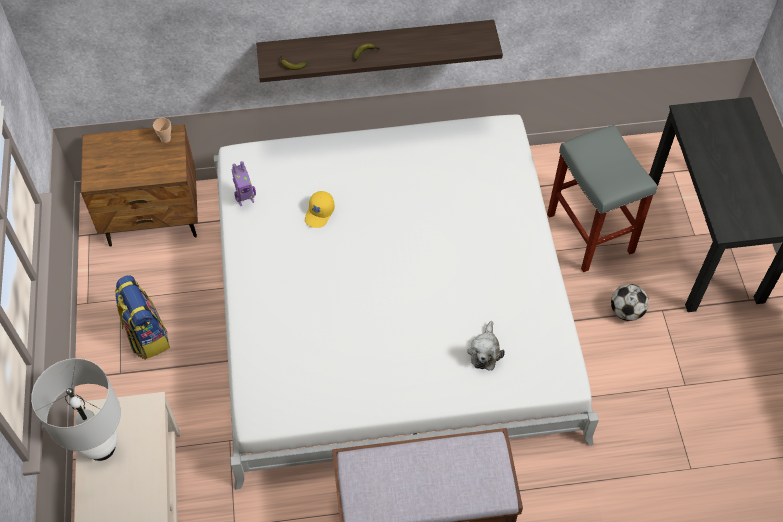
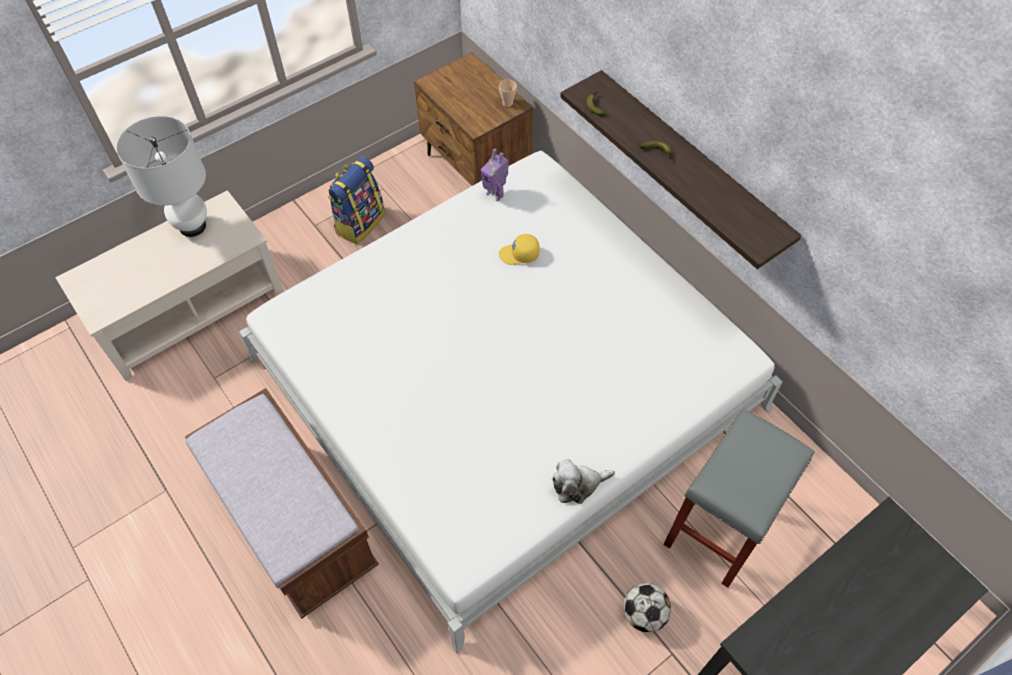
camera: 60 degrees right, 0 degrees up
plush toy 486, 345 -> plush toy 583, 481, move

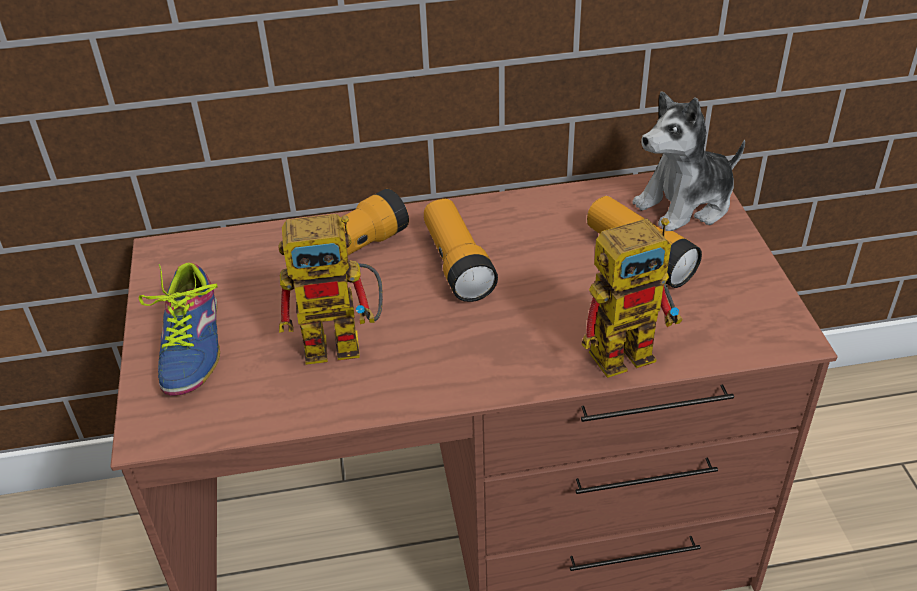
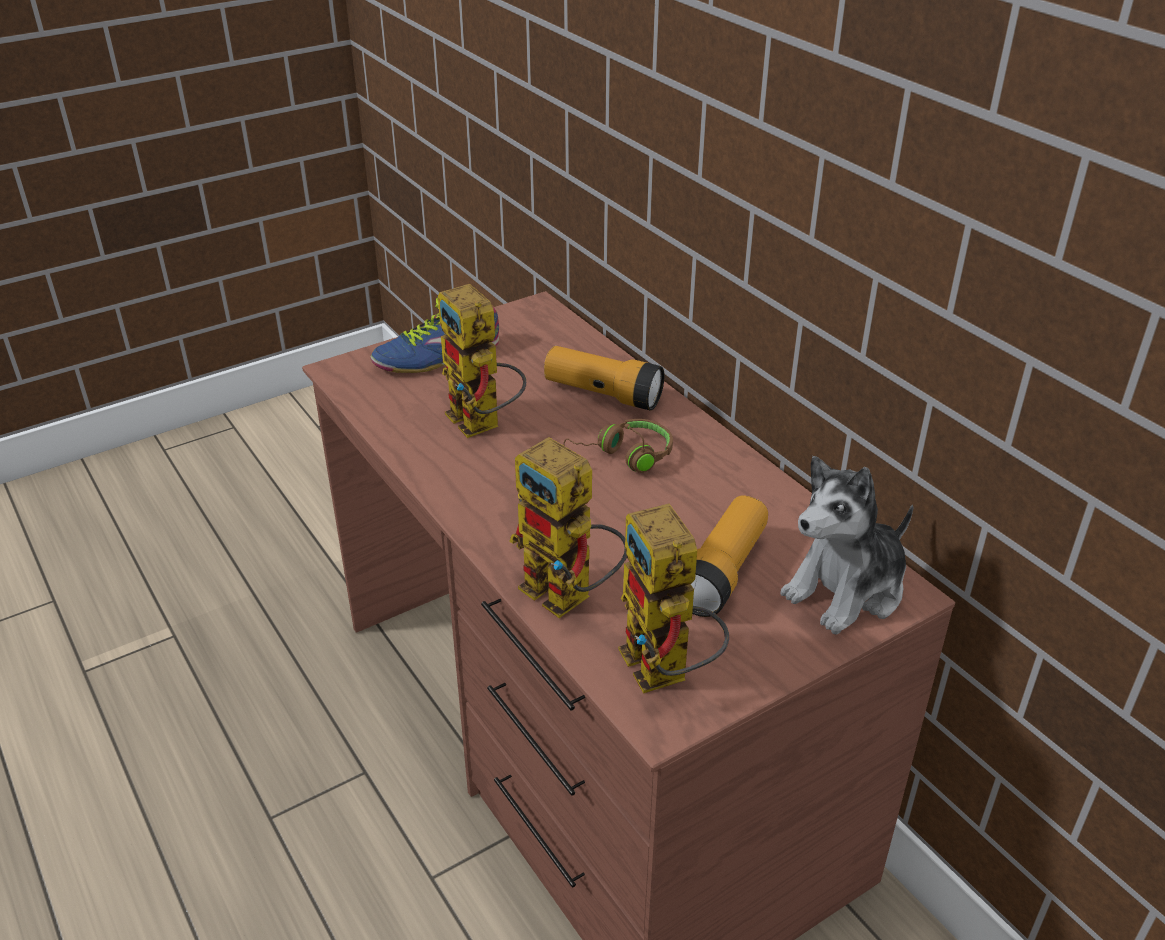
camera: 65 degrees right, 5 degrees down
plush toy 688, 161 -> plush toy 847, 545, 75 degrees counterclockwise
hand torch 461, 250 -> pair of headphones/brownish 618, 446
none -> robot figure 673, 599

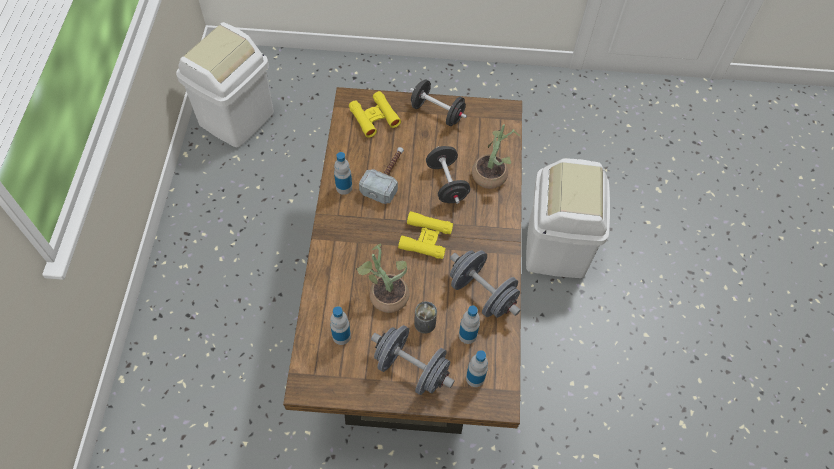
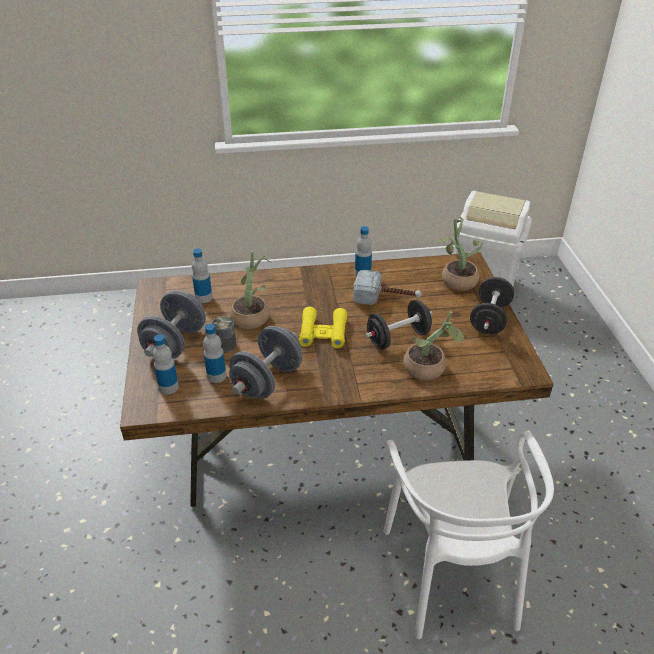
camera: 80 degrees right, 20 degrees down
pair of binoculars/yellow 375, 114 -> houseplant 459, 254
trash can/whitish 568, 218 -> upright chair/whitish 468, 535

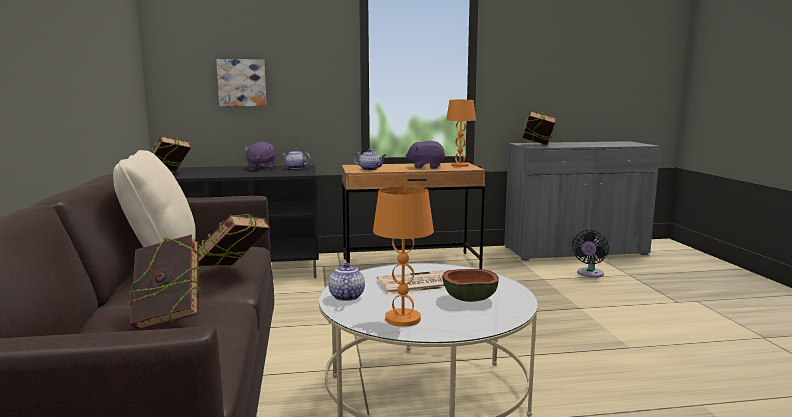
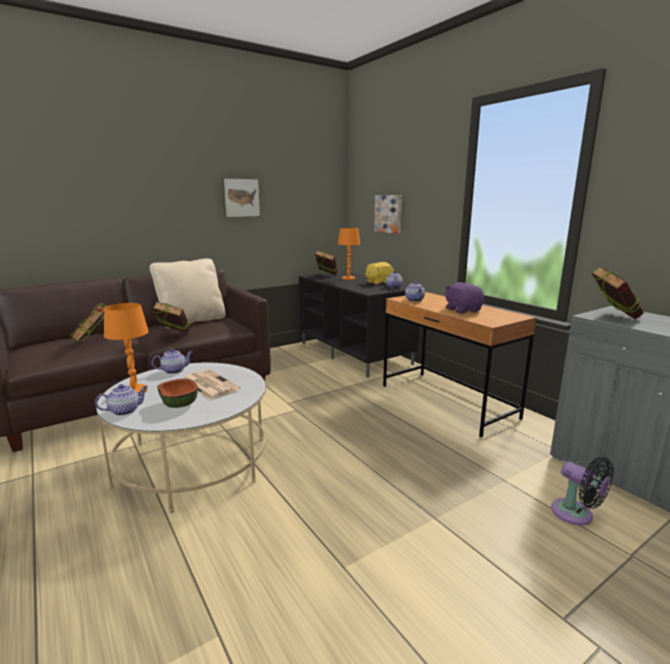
camera: 65 degrees right, 5 degrees up
table lamp/orangey 461, 133 -> table lamp/orangey 349, 254, move
plush toy/purple 260, 156 -> plush toy/yellow 379, 273
electric fan/blackish 590, 254 -> electric fan/blackish 582, 491, 135 degrees counterclockwise
none -> picture 241, 197
none -> teapot 121, 400

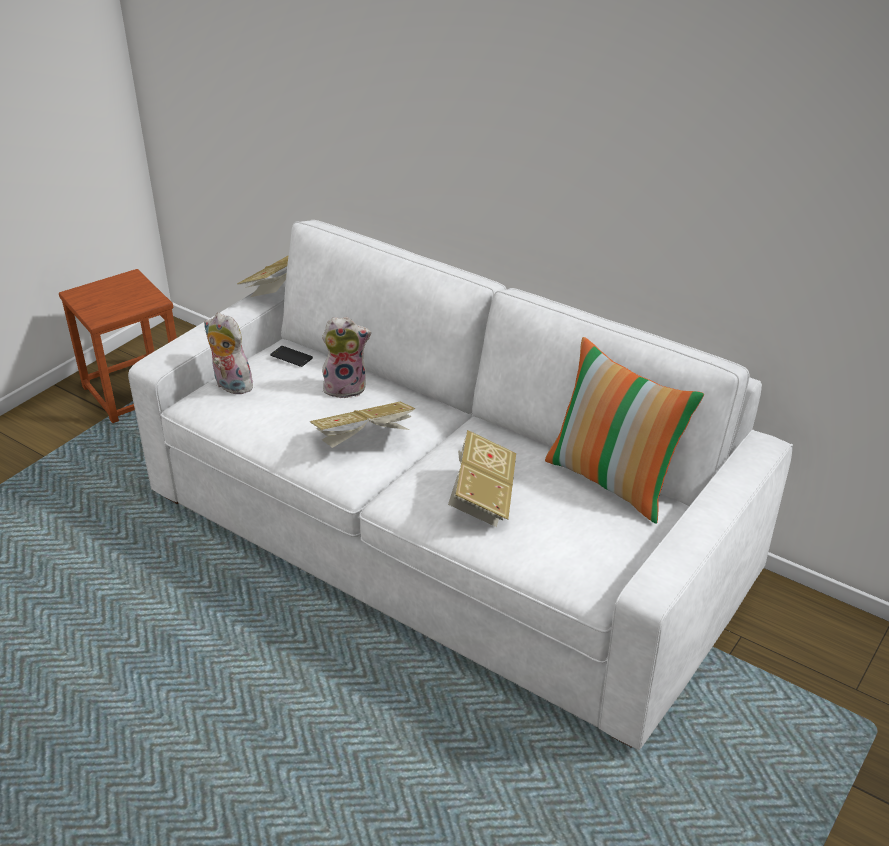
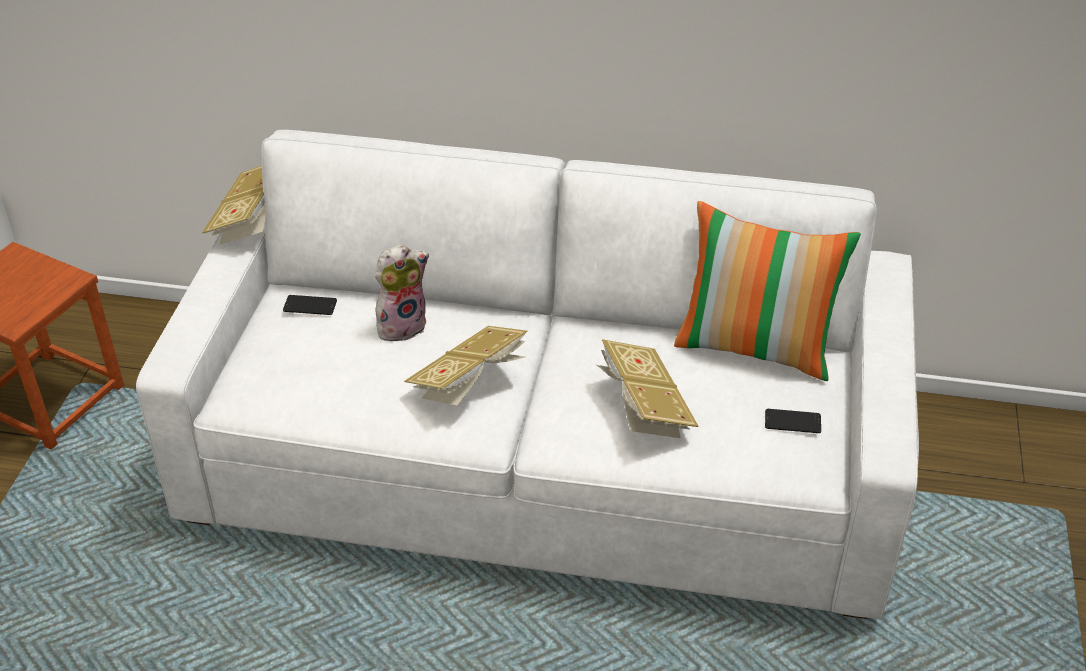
camera: 25 degrees left, 5 degrees up
plush toy 228, 353 -> none
none -> handset 793, 421

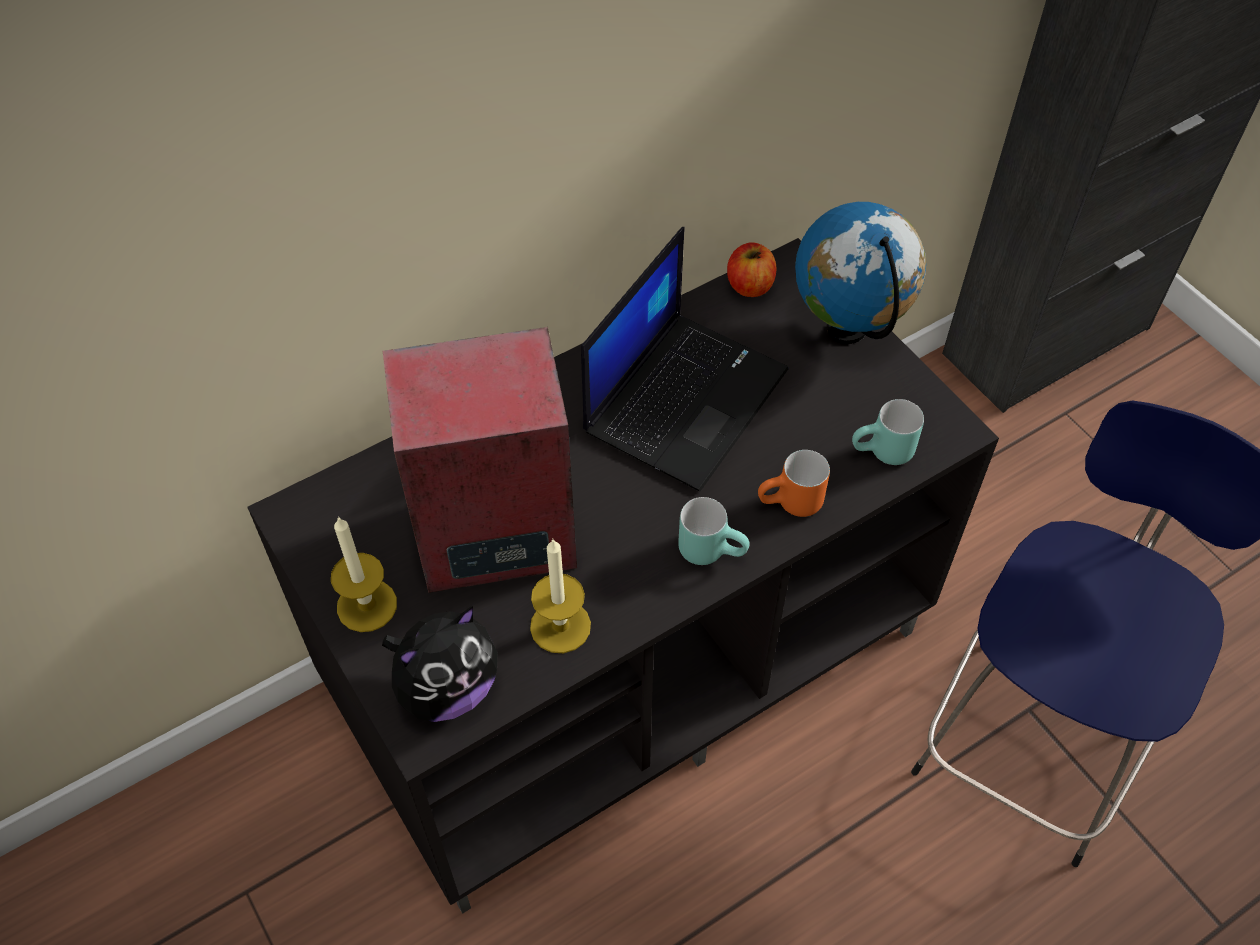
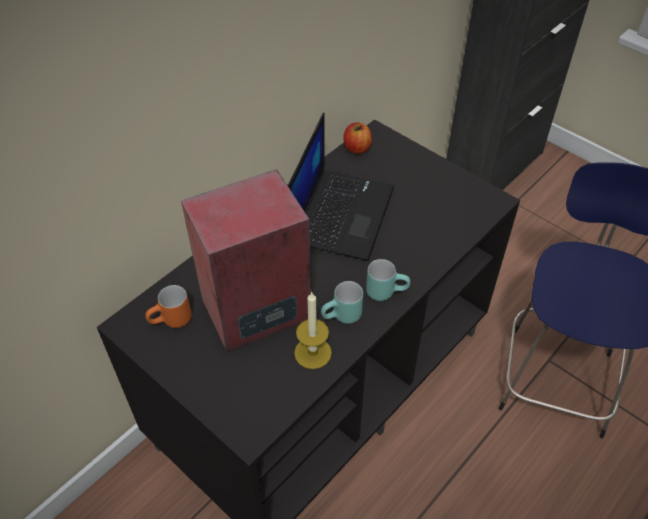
camera: 15 degrees left, 5 degrees down
globe 860, 273 -> none
mug/turquoise-coloured 888, 432 -> mug/turquoise-coloured 342, 302, move
mug/orangey 794, 483 -> mug/orangey 168, 306, move
wax candle 364, 574 -> none
plush toy 440, 664 -> none

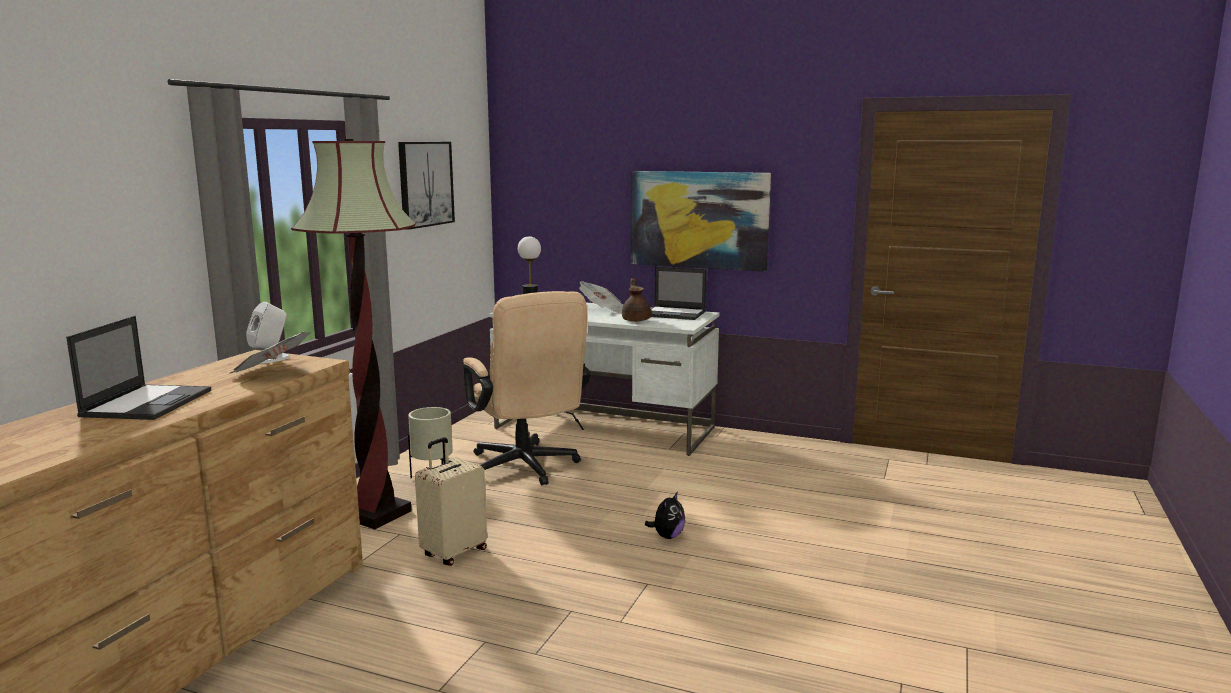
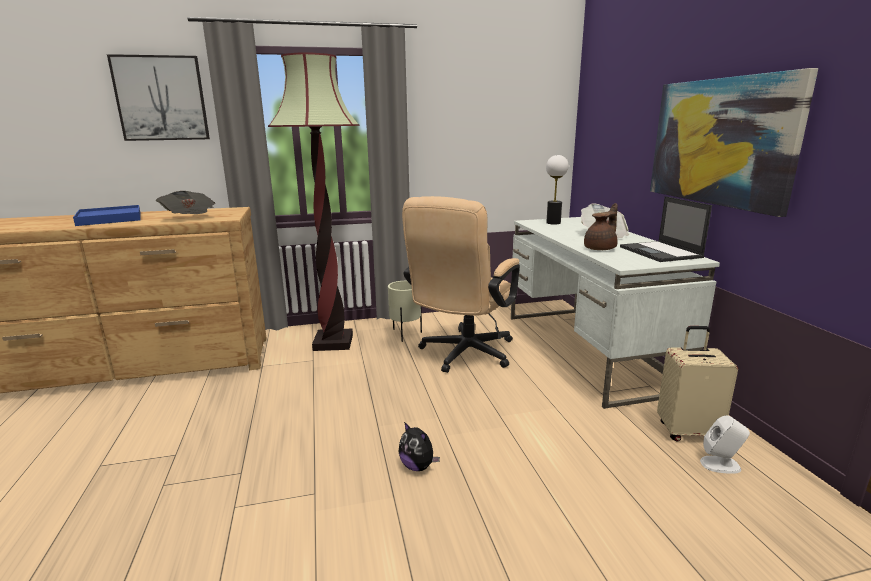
camera: 55 degrees right, 5 degrees up
picture 426, 186 -> picture 158, 97, move
audio speaker/whitish 268, 333 -> audio speaker/whitish 725, 444, move
notebook computer 138, 368 -> tray/bluish 106, 215
suitcase/sand-coloured 451, 501 -> suitcase/sand-coloured 697, 383, move
plush toy 665, 515 -> plush toy 419, 446, 45 degrees clockwise

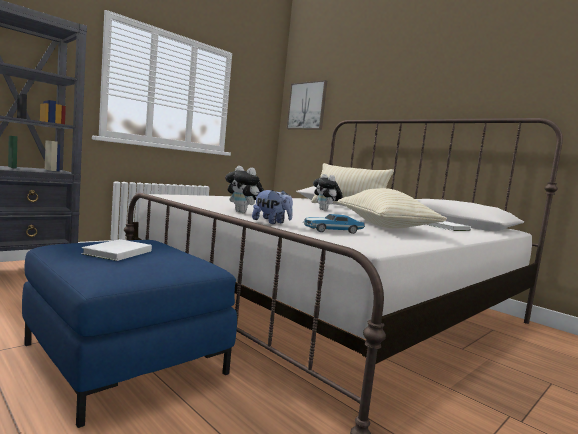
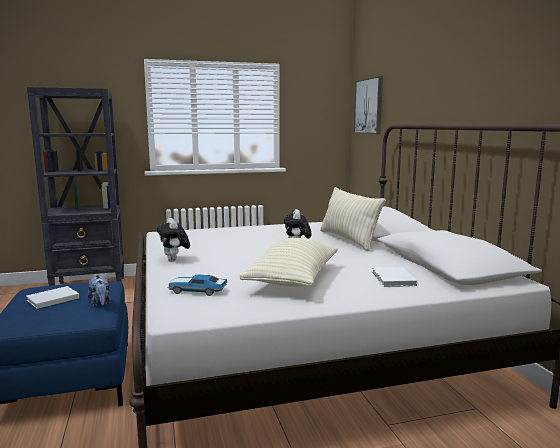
camera: 30 degrees right, 5 degrees up
plush toy 272, 207 -> plush toy 98, 291, move

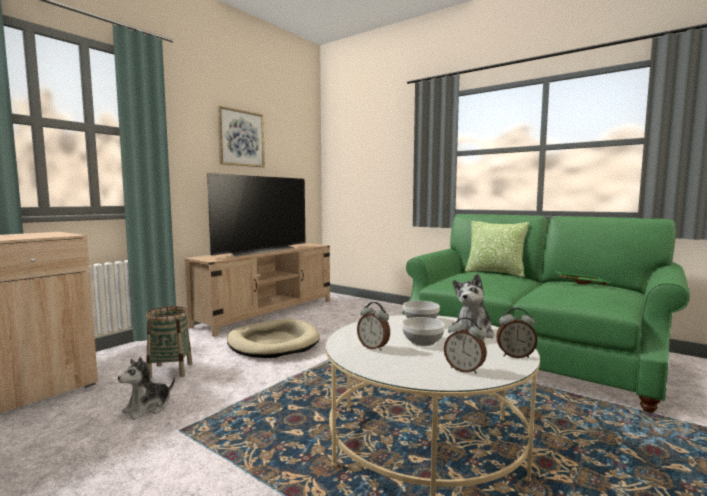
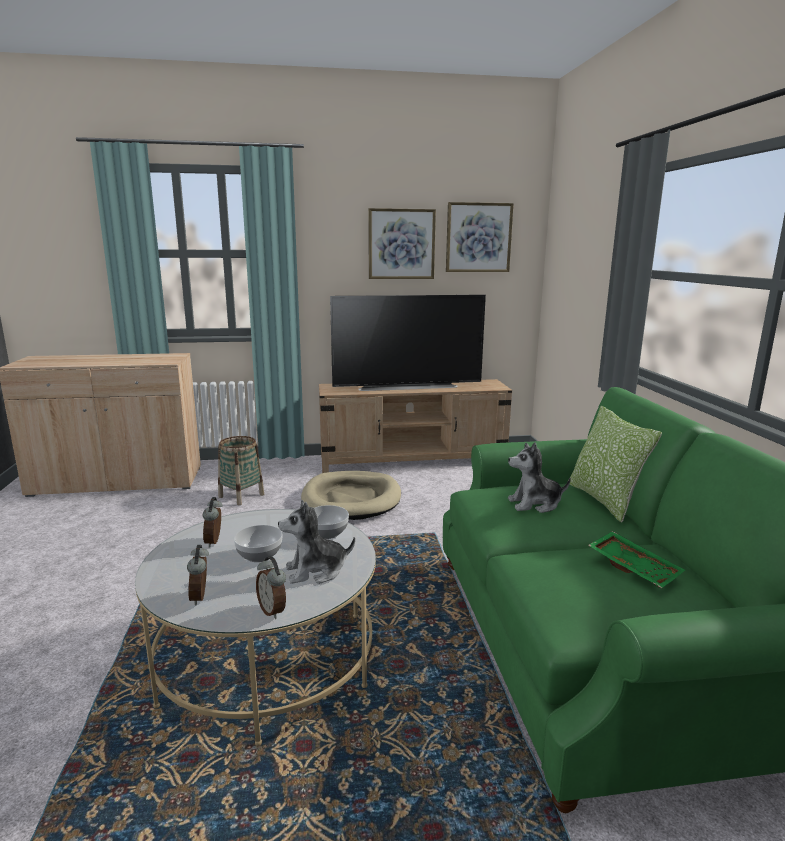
camera: 45 degrees right, 10 degrees up
plush toy 146, 388 -> plush toy 539, 477, move
none -> picture 480, 237

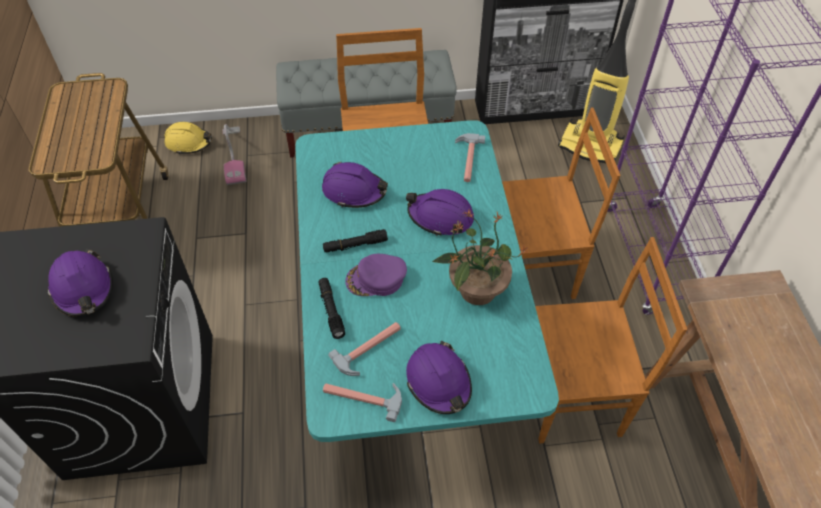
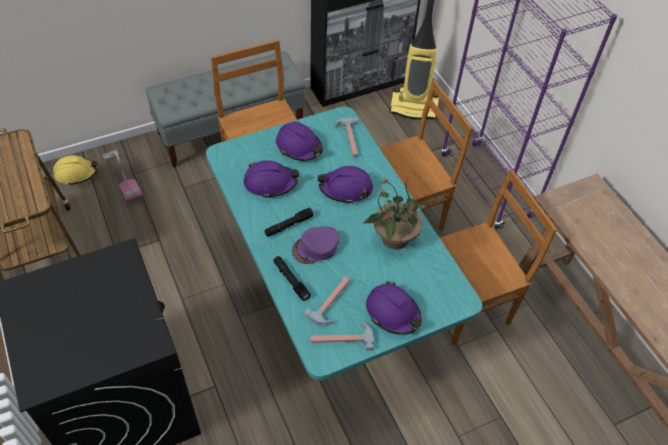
camera: 20 degrees left, 0 degrees up
safety helmet/purple 80, 282 -> safety helmet/purple 299, 141, move

